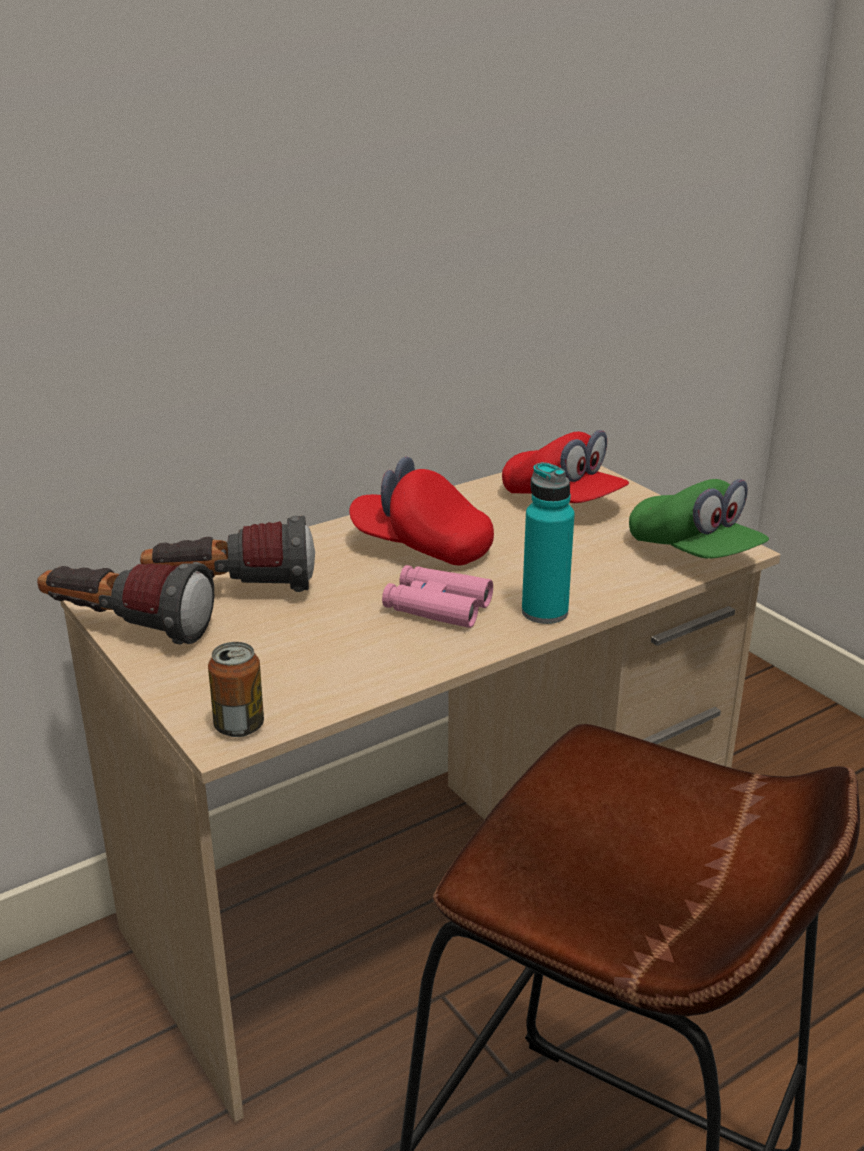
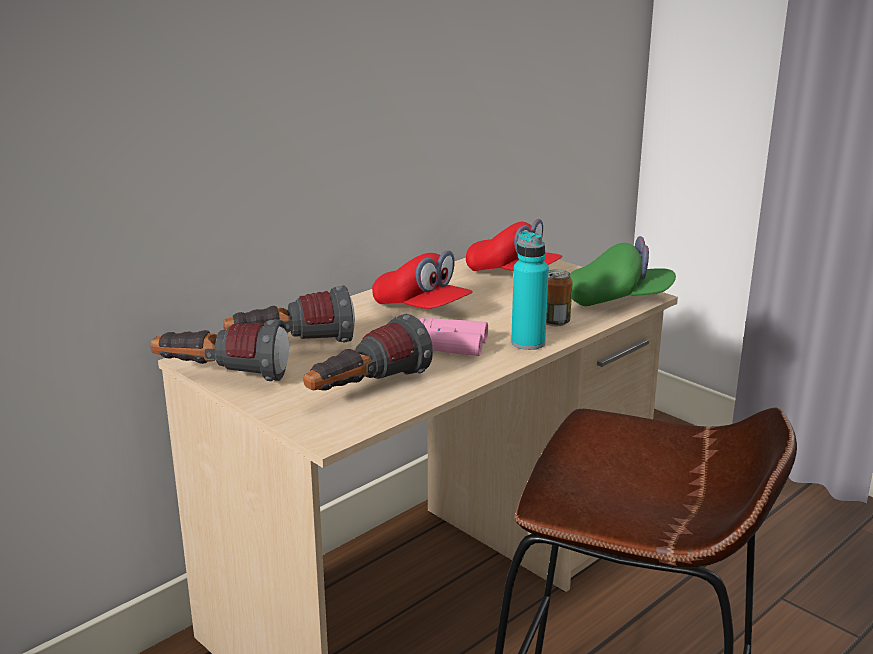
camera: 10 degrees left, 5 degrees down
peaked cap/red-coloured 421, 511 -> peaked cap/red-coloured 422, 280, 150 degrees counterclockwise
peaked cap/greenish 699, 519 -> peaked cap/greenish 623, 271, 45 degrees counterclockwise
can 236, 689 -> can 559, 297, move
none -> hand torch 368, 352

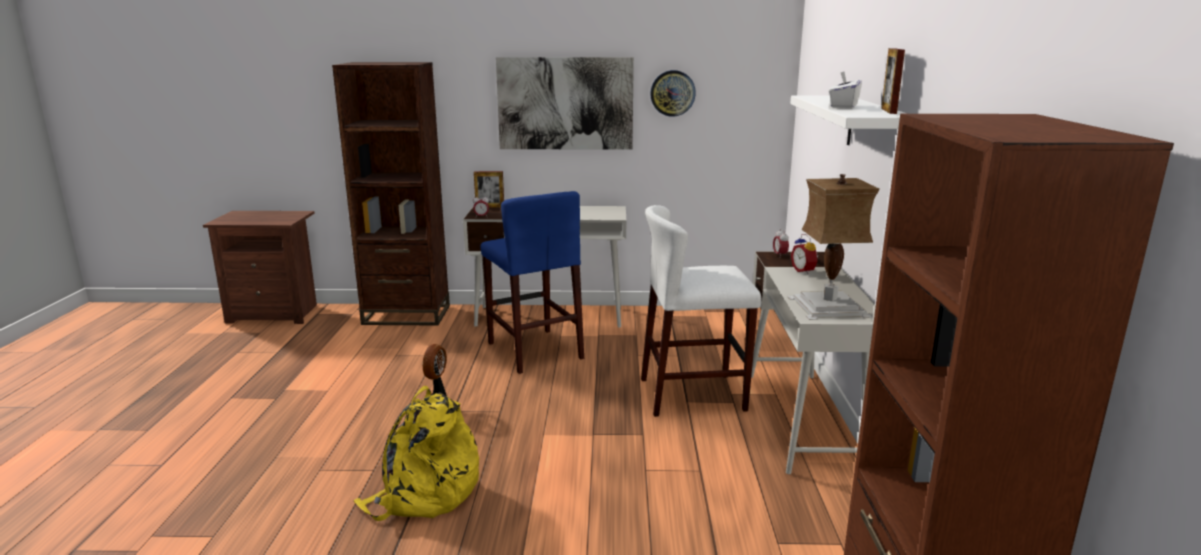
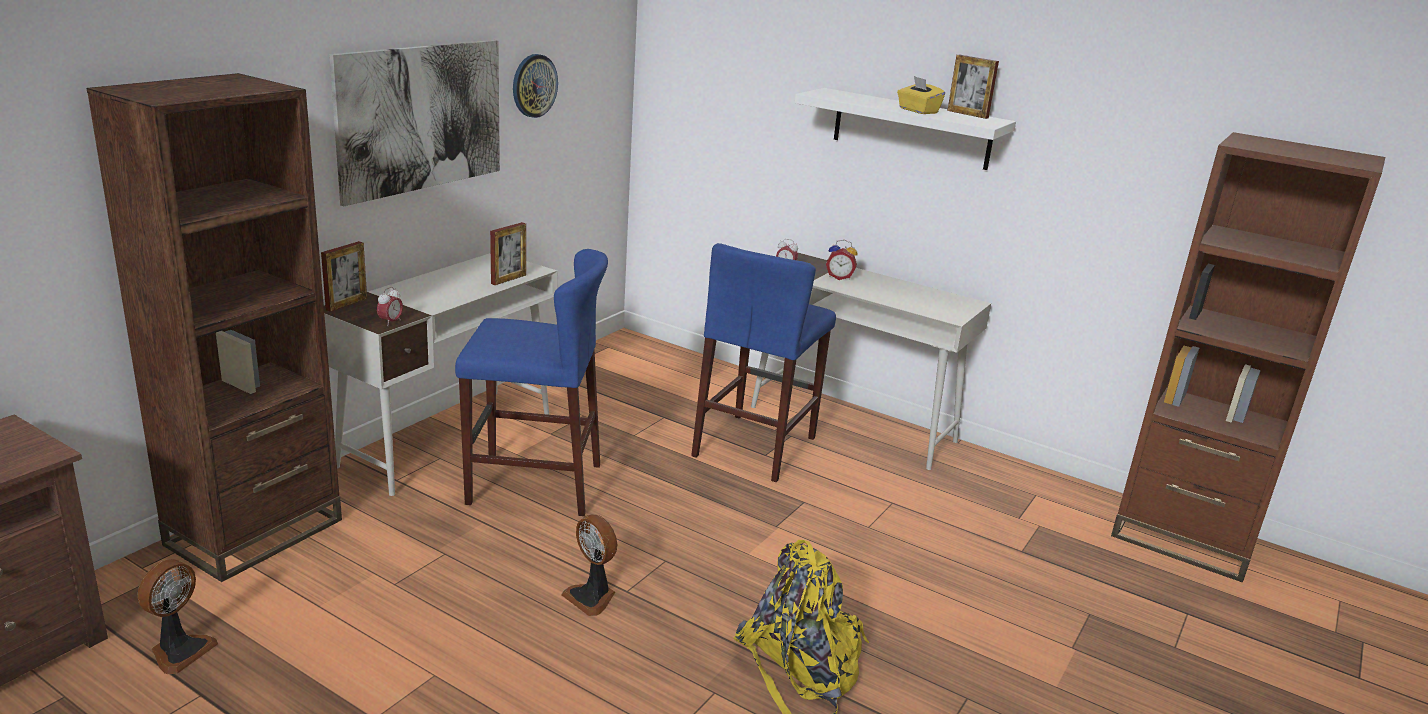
camera: 60 degrees left, 5 degrees up
tissue holder/whitish 845, 90 -> tissue holder/yellow 921, 95
table lamp 833, 247 -> none
sitting stool/whitish 701, 311 -> sitting stool/bluish 763, 362
none -> picture frame 508, 253
none -> electric fan 177, 616

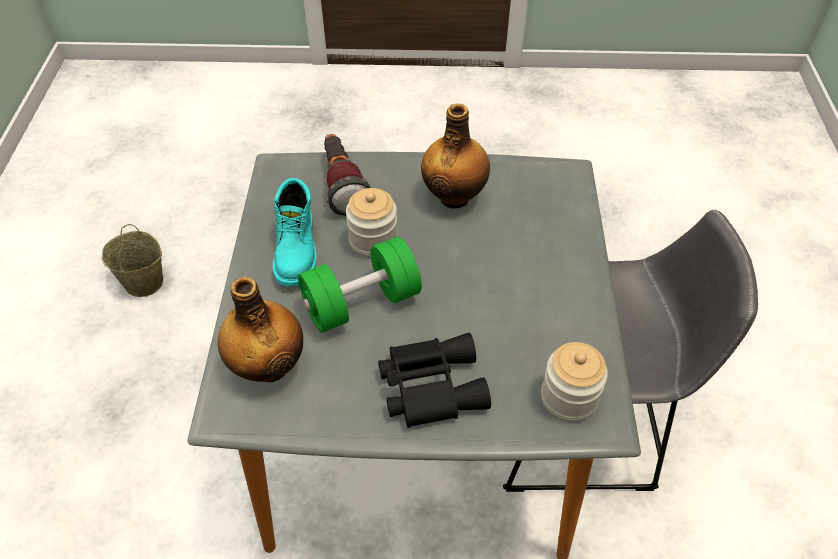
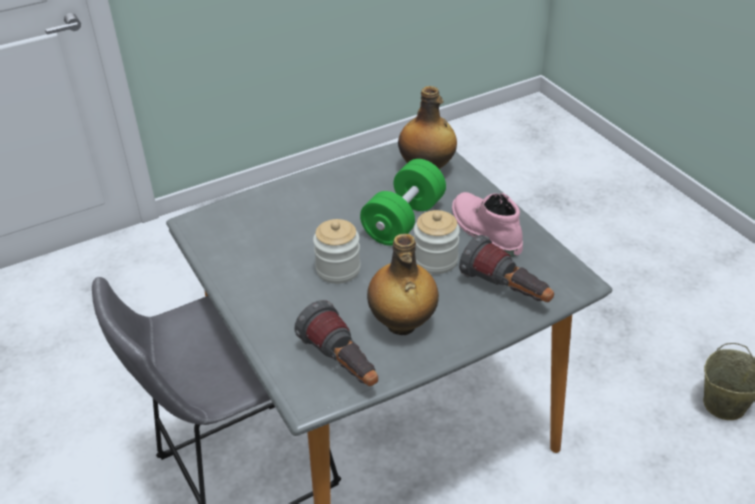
camera: 150 degrees right, 10 degrees down
boot/turquoise-coloured 294, 232 -> boot/pink-coloured 487, 224
pair of binoculars/blackish 434, 380 -> none
preserve jar 574, 382 -> preserve jar 337, 251, move
none -> hand torch 336, 343

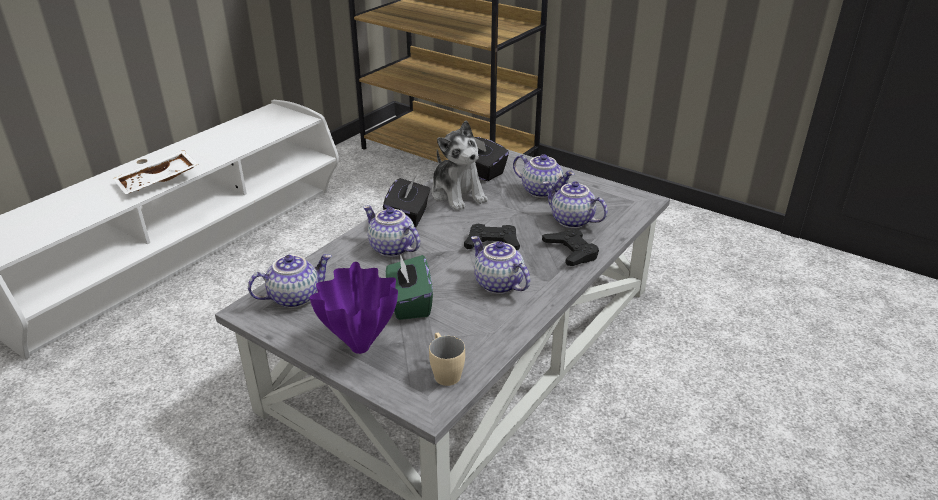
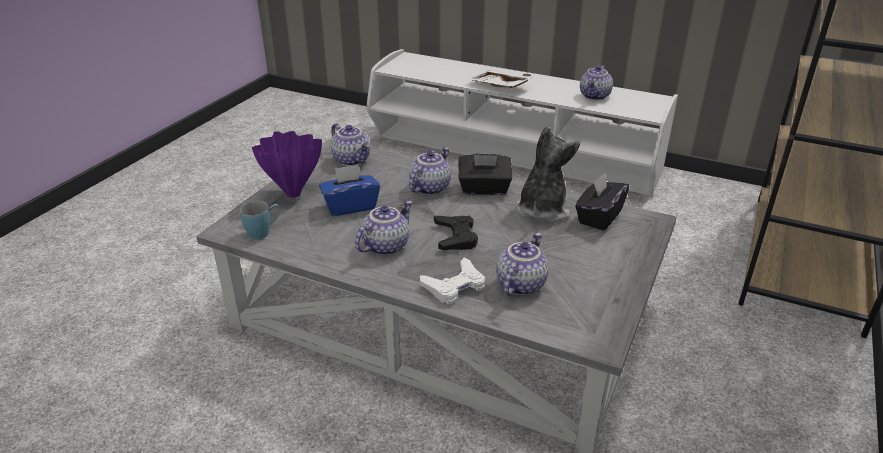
camera: 80 degrees right, 0 degrees up
plush toy 460, 166 -> plush toy 548, 174, 150 degrees clockwise
teapot 543, 176 -> teapot 596, 83, move
gamepad/blackish 570, 247 -> gamepad/whitish 453, 280
tissue holder/greenish 409, 287 -> tissue holder/bluish 349, 190
mug/sand-coloured 447, 359 -> mug/bluish 260, 220

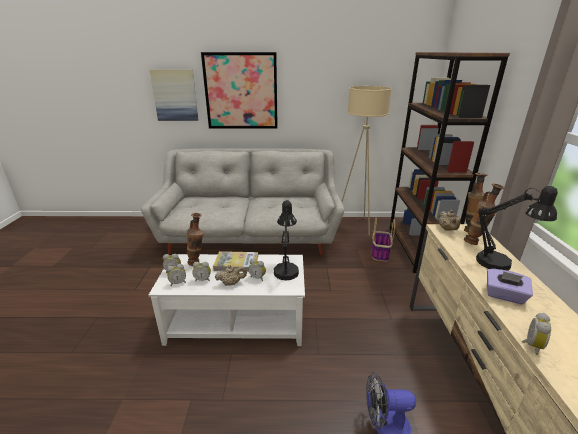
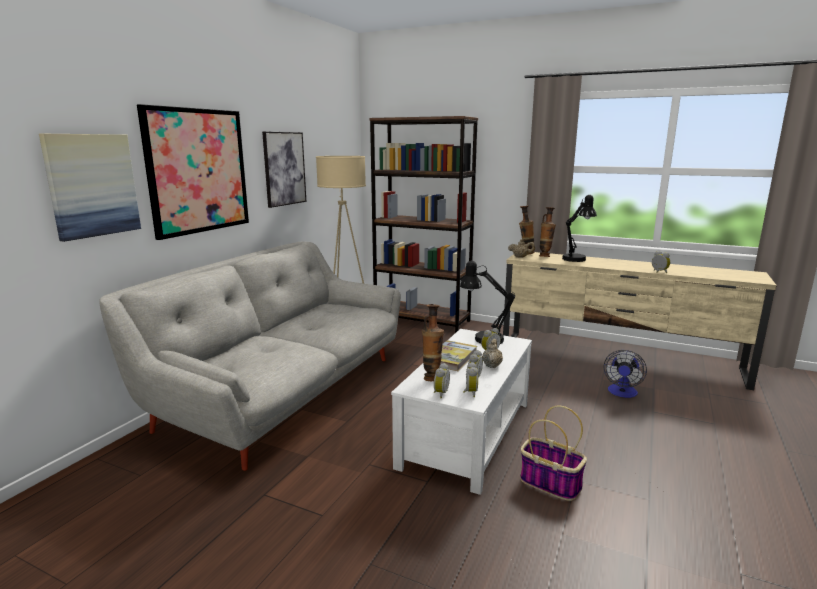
camera: 65 degrees left, 10 degrees down
basket 383, 239 -> basket 553, 453, move
tissue holder/purple 510, 286 -> none
none -> picture 284, 170

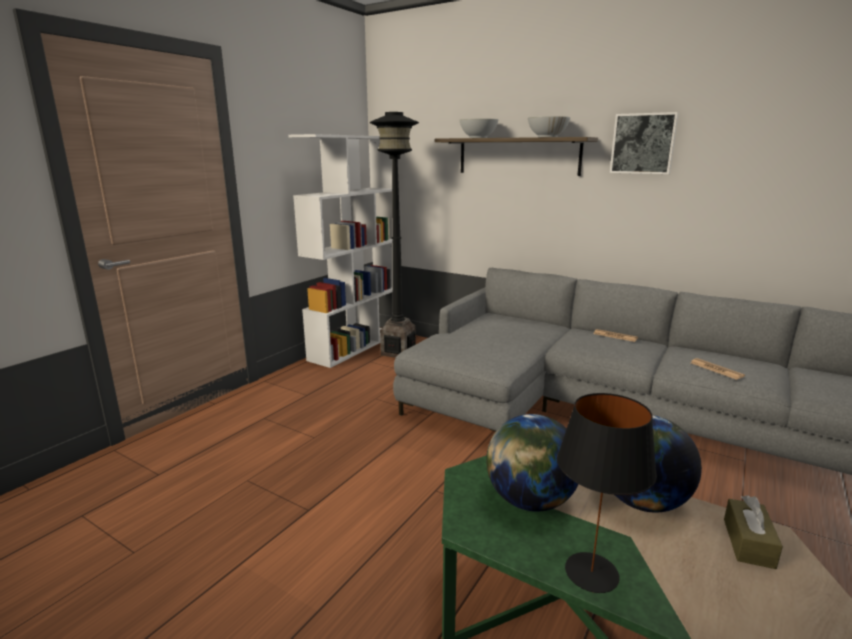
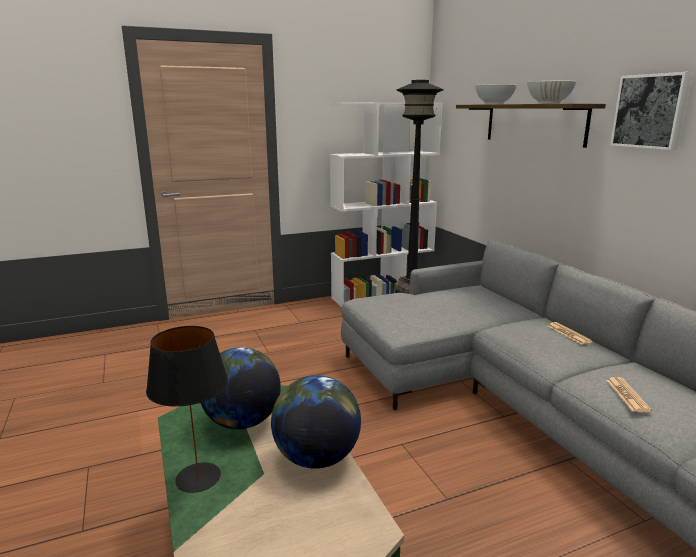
camera: 35 degrees right, 0 degrees up
tissue holder/brownish 753, 532 -> none

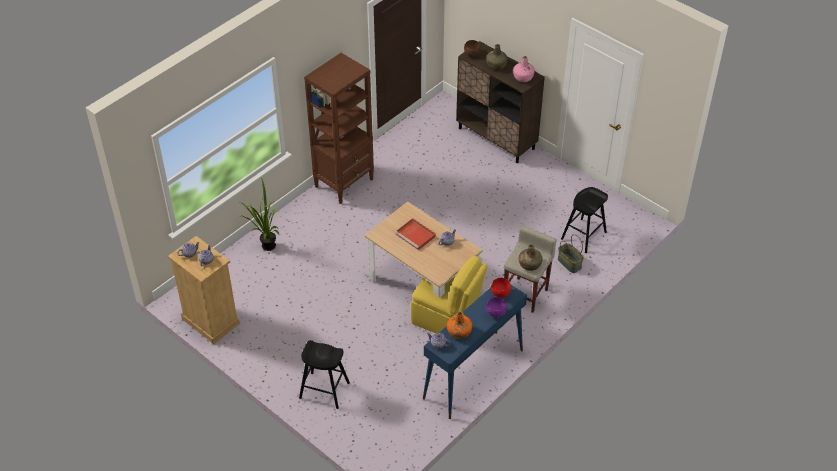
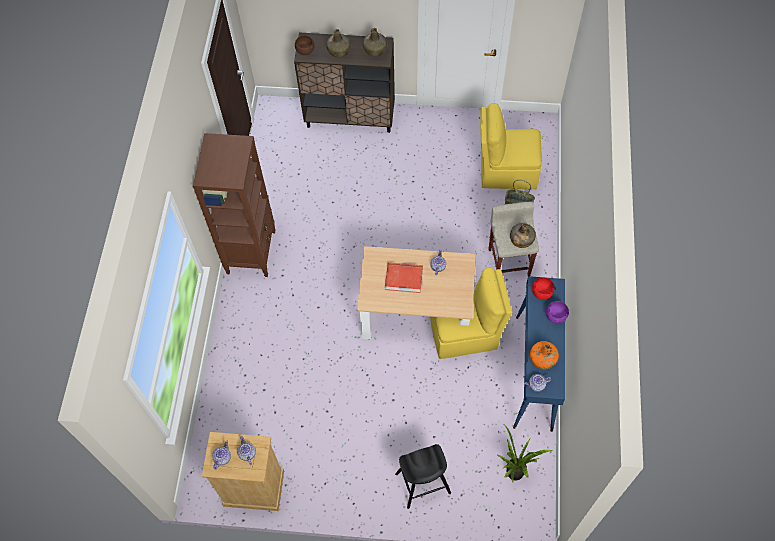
camera: 35 degrees left, 15 degrees up
bottle/pink-coloured 524, 69 -> bottle/greenish 375, 42
houseplant 259, 214 -> houseplant 525, 453, move
sitting stool/blackish 584, 220 -> upright chair/yellow 511, 146

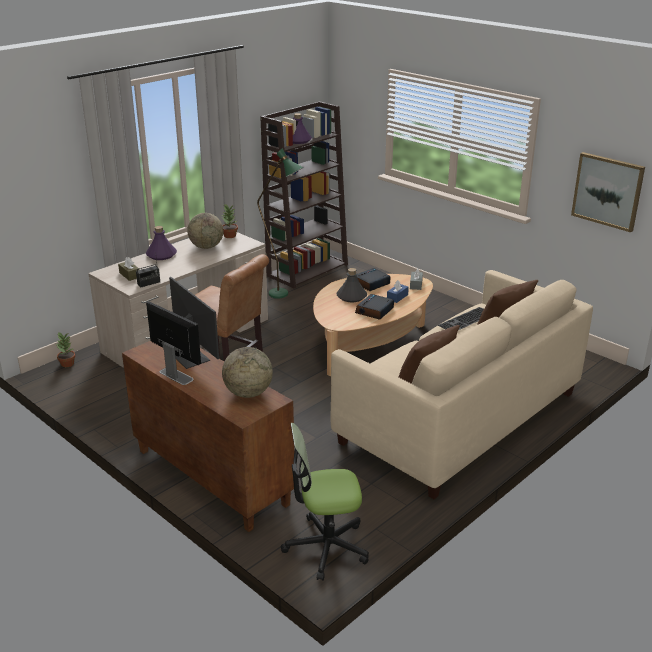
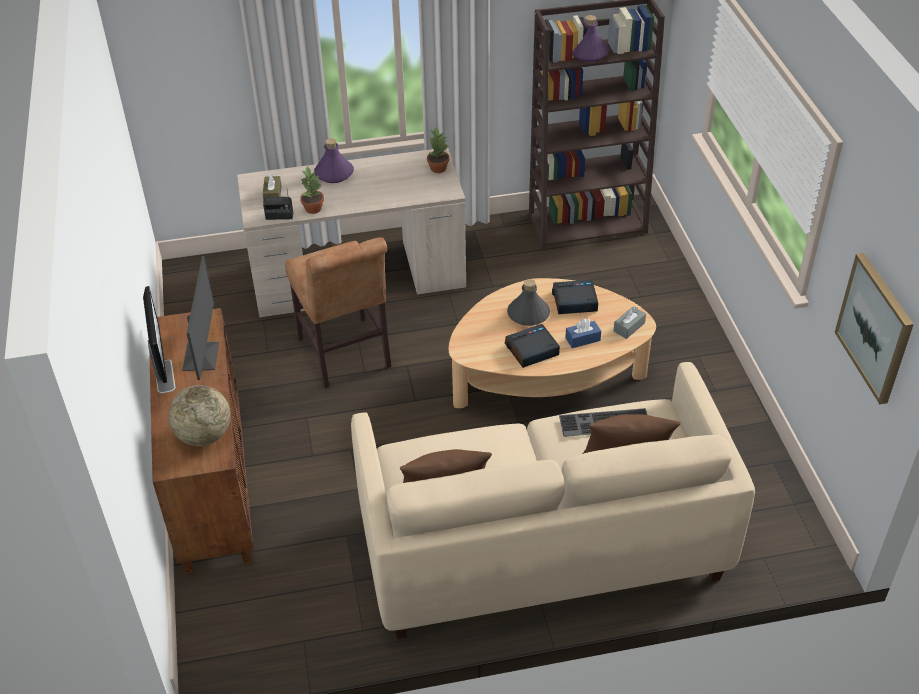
camera: 35 degrees right, 15 degrees up
floor lamp/greenish 280, 223 -> none
globe 205, 231 -> none
houseplant 65, 350 -> houseplant 312, 190, move
office chair 325, 502 -> none

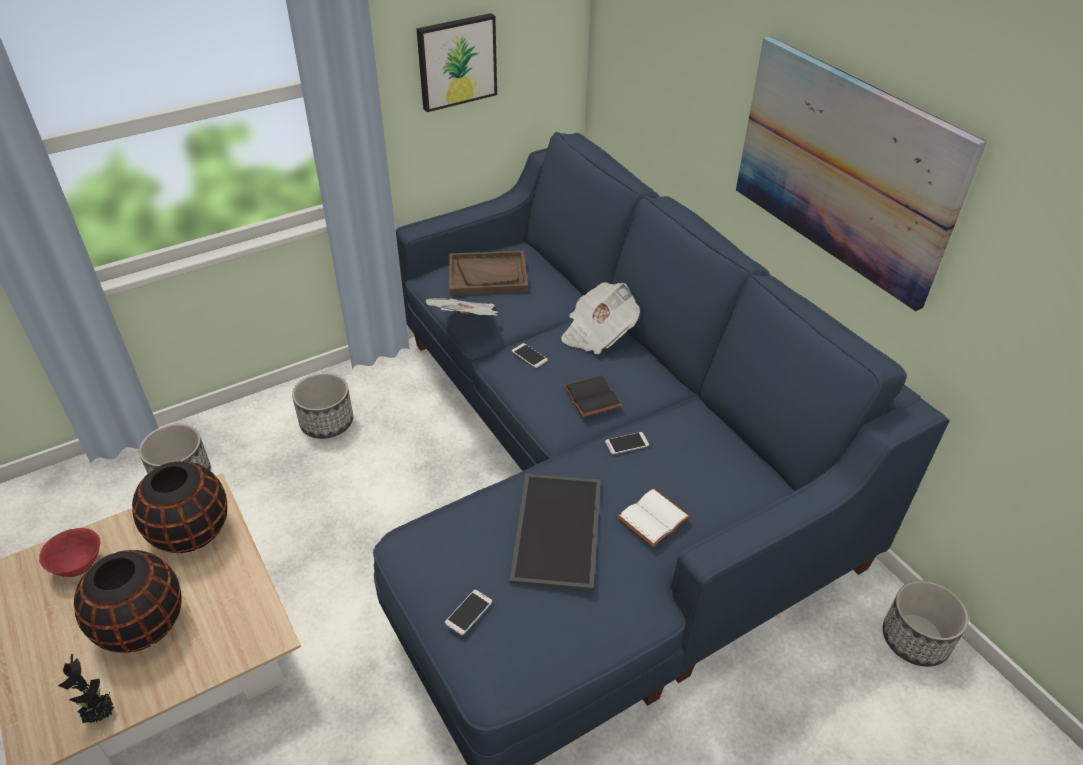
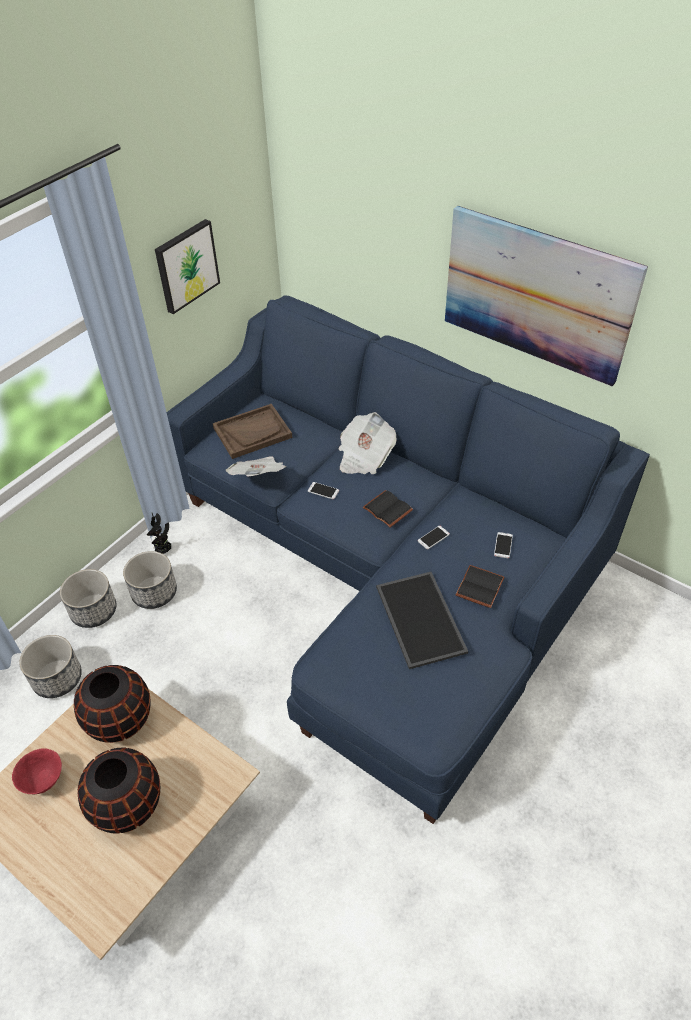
camera: 20 degrees left, 5 degrees up
bound book/whitish 654, 517 -> bound book/blackish 480, 586
planter 926, 623 -> planter 88, 598, move
handset 468, 612 -> handset 503, 545, move
houseplant 86, 688 -> houseplant 159, 533, move

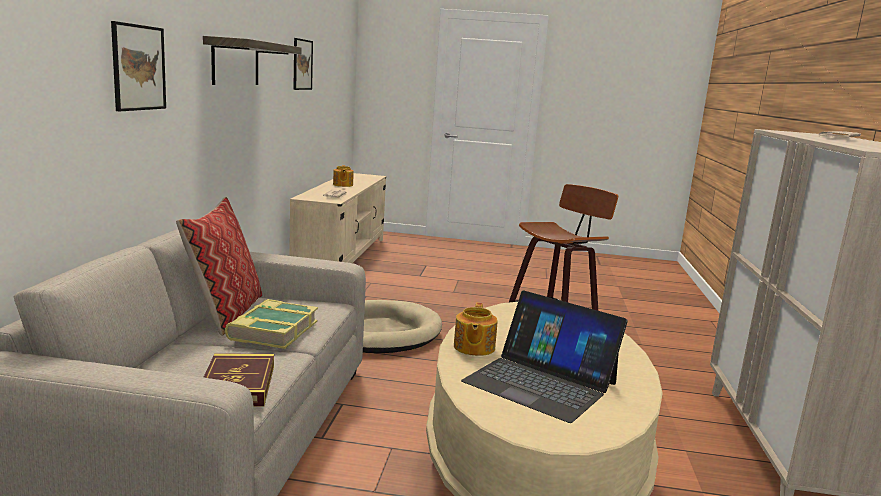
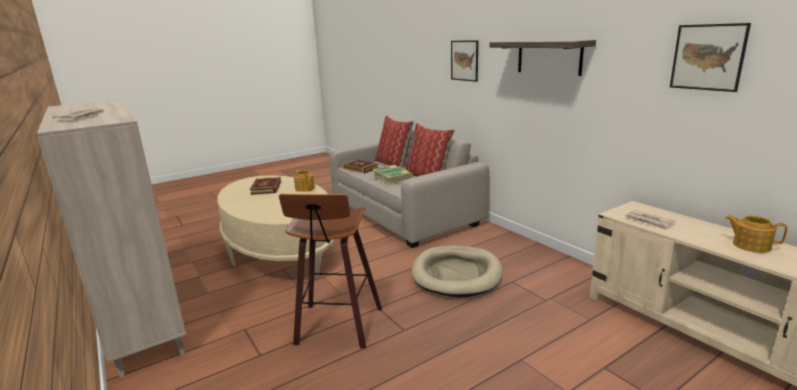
camera: 140 degrees right, 5 degrees up
notebook computer 544, 356 -> bound book 265, 186
none -> throw pillow 394, 141

